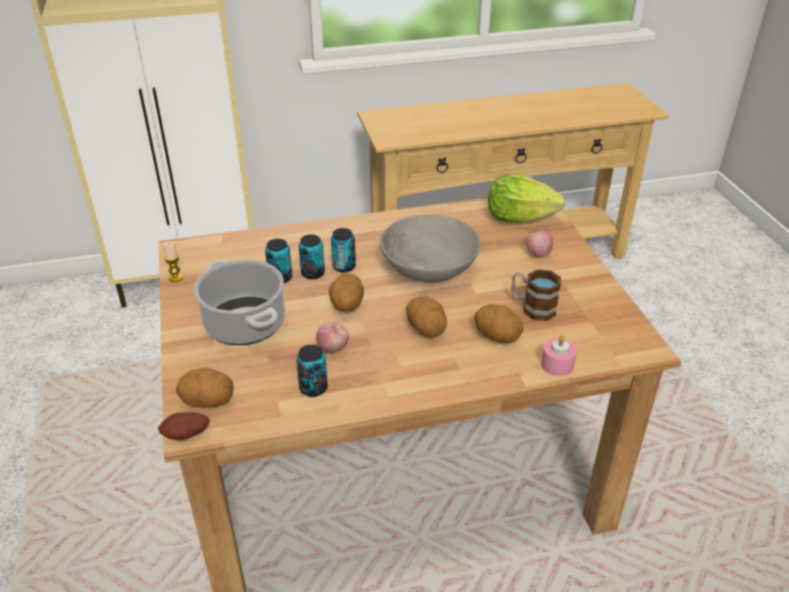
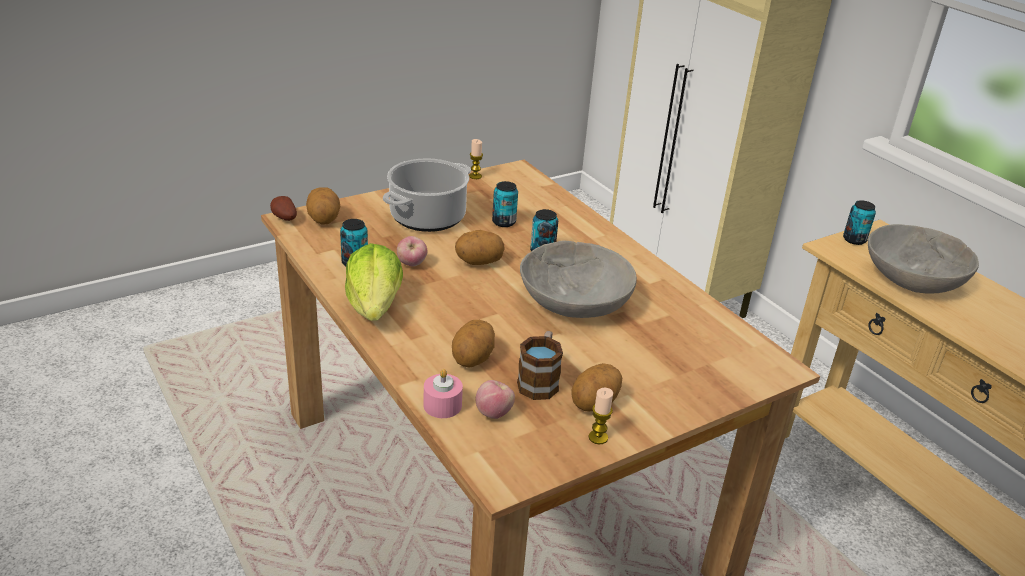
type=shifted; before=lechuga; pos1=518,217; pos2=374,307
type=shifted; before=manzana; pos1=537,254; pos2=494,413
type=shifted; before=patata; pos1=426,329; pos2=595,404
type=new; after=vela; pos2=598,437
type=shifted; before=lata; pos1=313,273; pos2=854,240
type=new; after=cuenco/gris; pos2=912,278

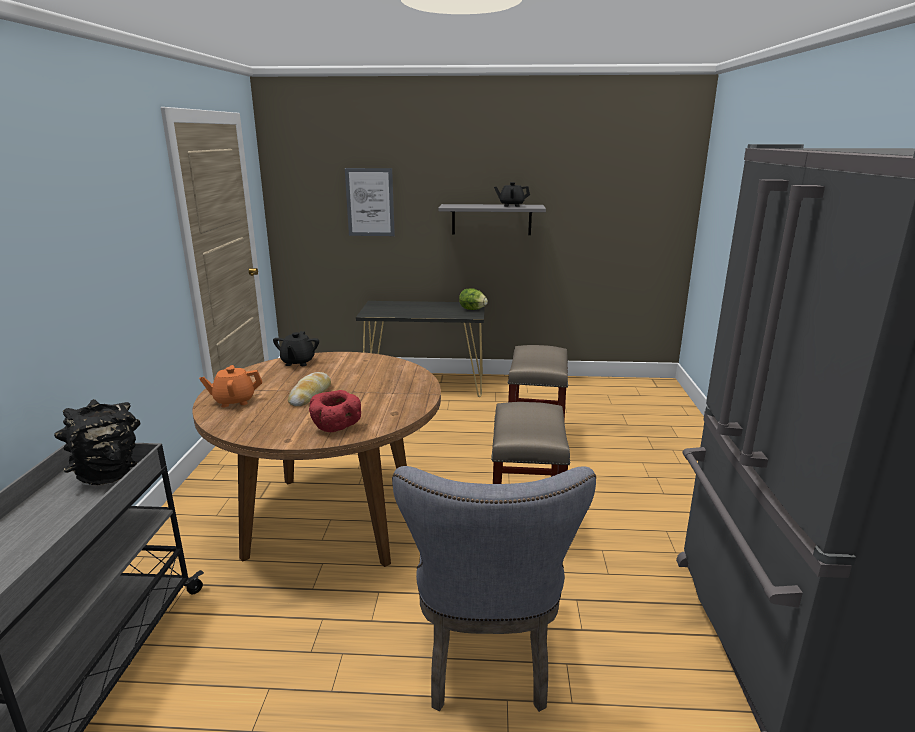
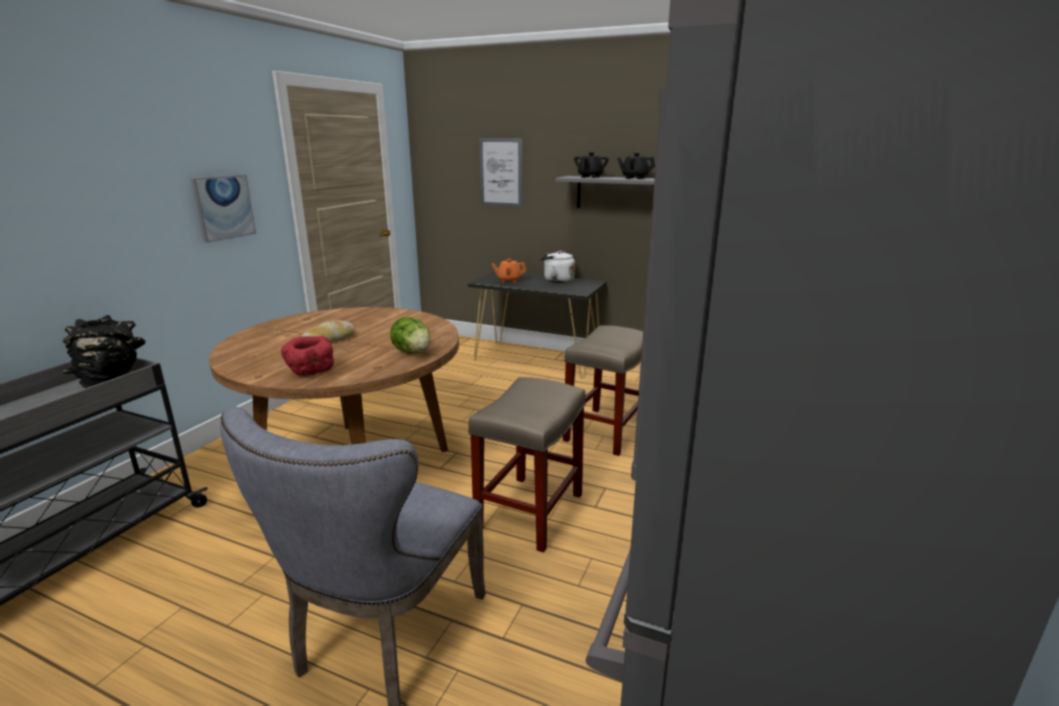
type=new; after=cuadro; pos2=223,207
type=shifted; before=lechuga; pos1=472,309; pos2=412,352
type=shifted; before=tetera/naranja; pos1=234,401; pos2=509,280
type=new; after=hervidor/blanco; pos2=556,280
type=shifted; before=tetera/negro; pos1=298,362; pos2=590,177

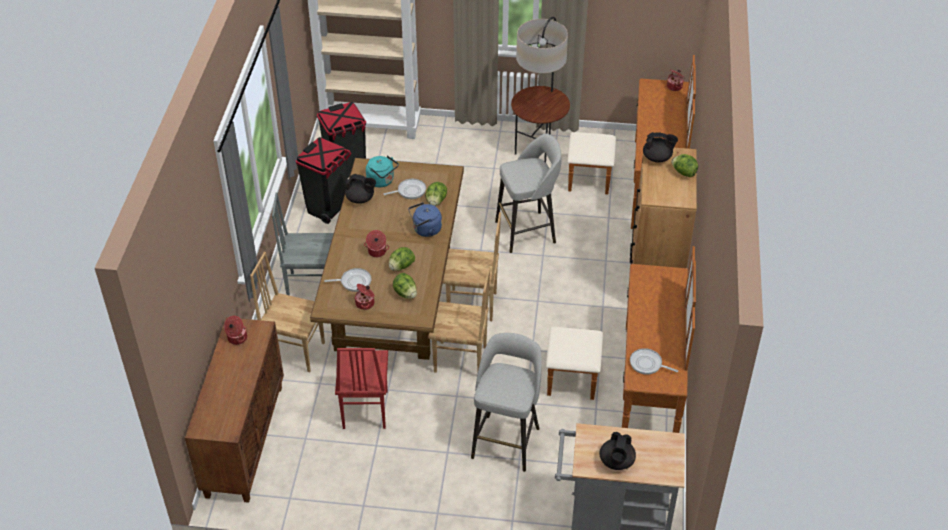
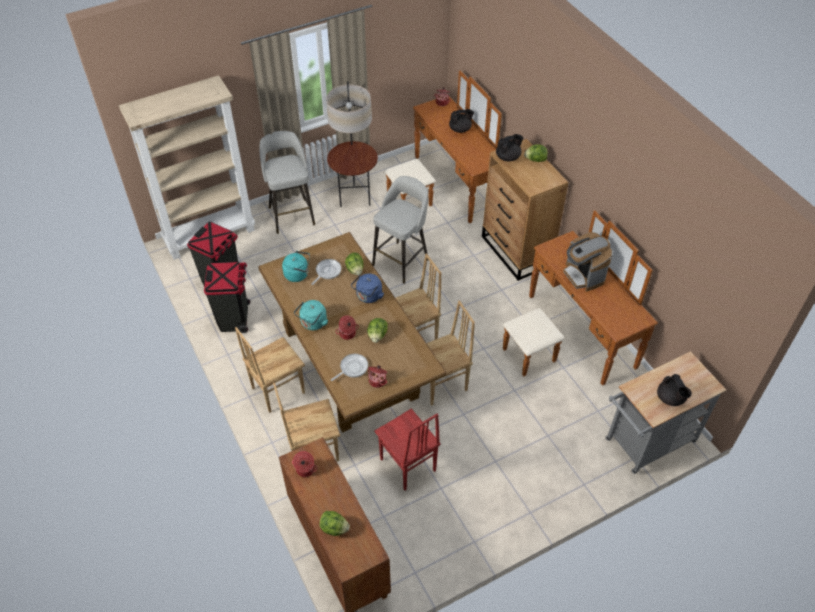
type=repainted; before=silla/gris; after=silla/marrón; pos1=311,286; pos2=277,390
type=shifted; before=taburete/gris; pos1=506,441; pos2=291,215
type=new; after=hervidor/turquesa; pos2=313,323
type=shifted; before=lechuga; pos1=405,293; pos2=334,528
type=shifted; before=tetera/negro; pos1=360,199; pos2=460,129
type=new; after=cafetera; pos2=583,275
type=gone; before=sartén; pos1=647,364

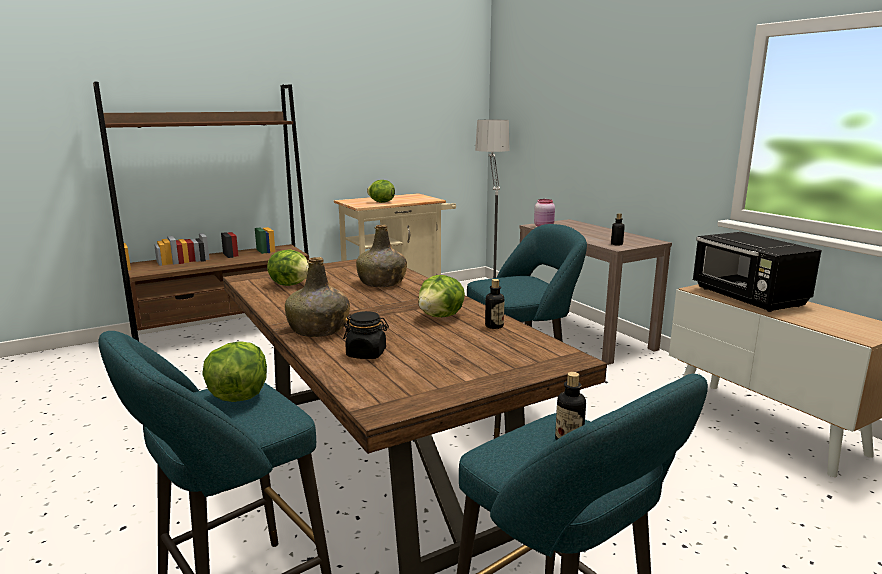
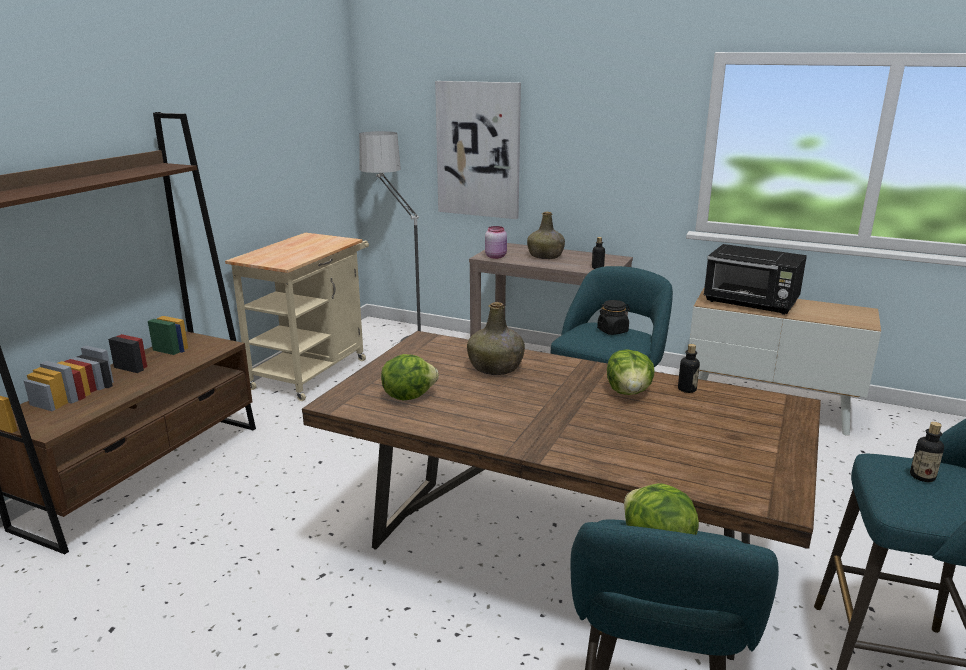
type=new; after=cuadro; pos2=478,150
type=shifted; before=botella/verde; pos1=319,330; pos2=546,256
type=shifted; before=tarro/negro; pos1=366,354; pos2=612,331
type=gone; before=lechuga; pos1=381,202

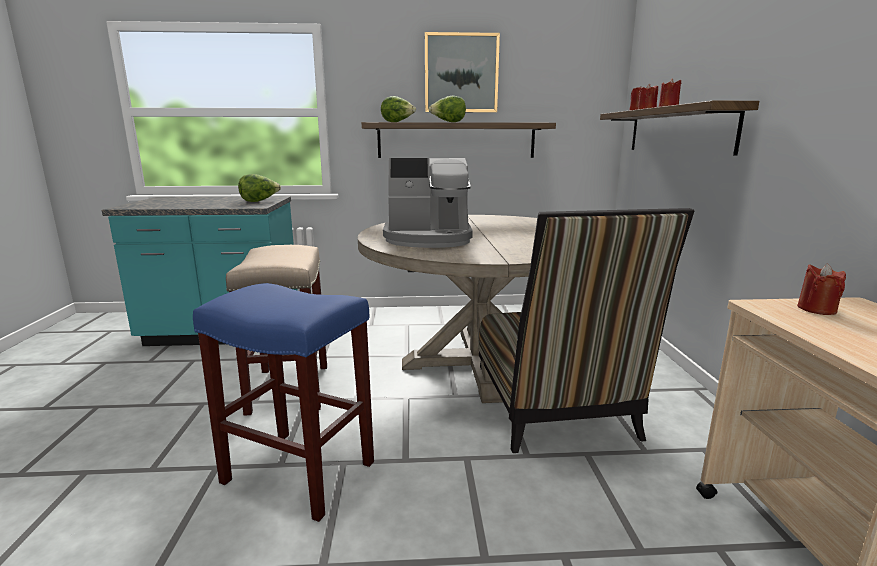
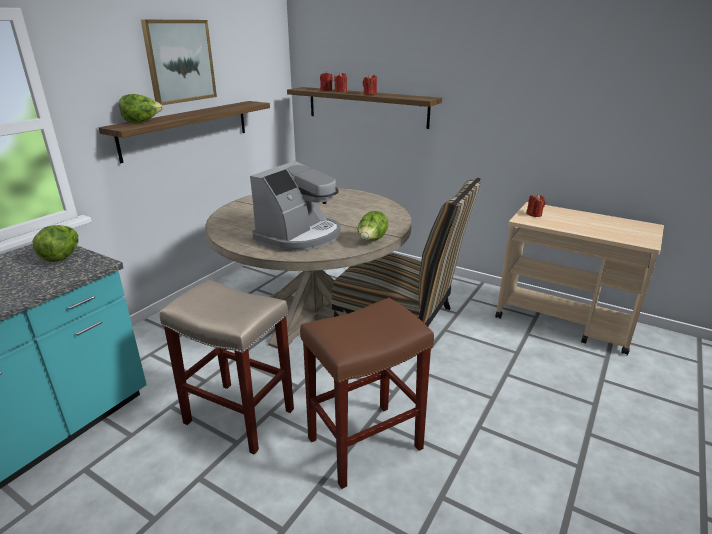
type=repainted; before=taburete/azul; after=taburete/marrón; pos1=301,472; pos2=365,442
type=shifted; before=lechuga; pos1=448,122; pos2=372,241

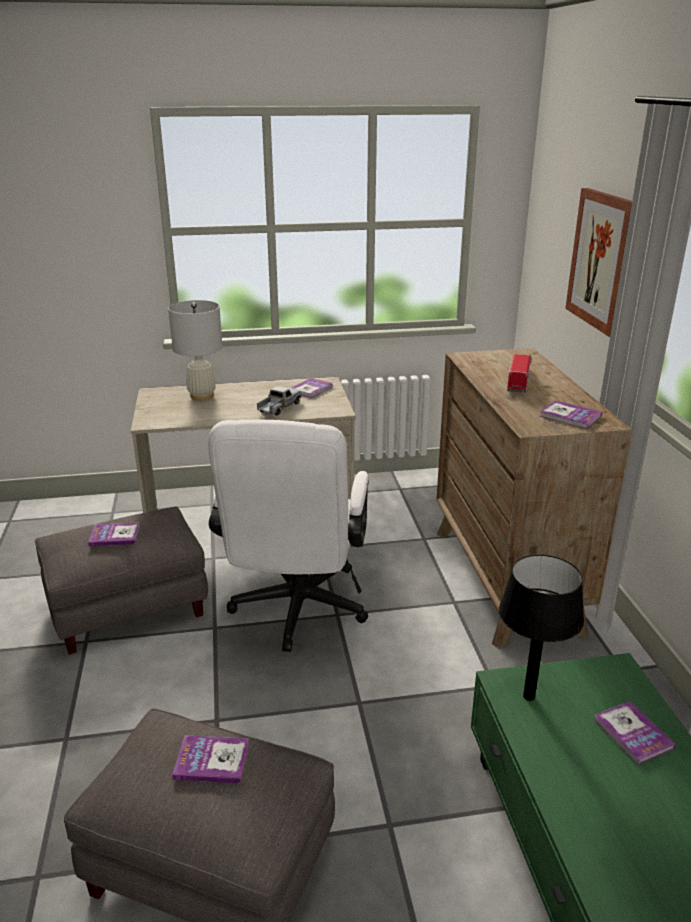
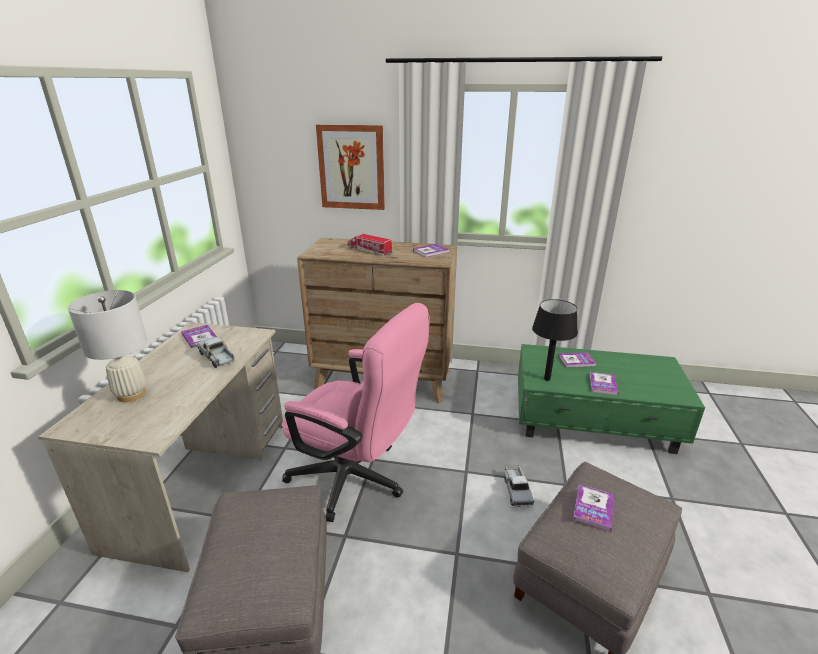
type=repainted; before=silla de oficina/blanco; after=silla de oficina/rosa; pos1=296,612; pos2=357,480
type=new; after=camión de juguete; pos2=516,490
type=shifted; before=libro; pos1=115,536; pos2=603,384

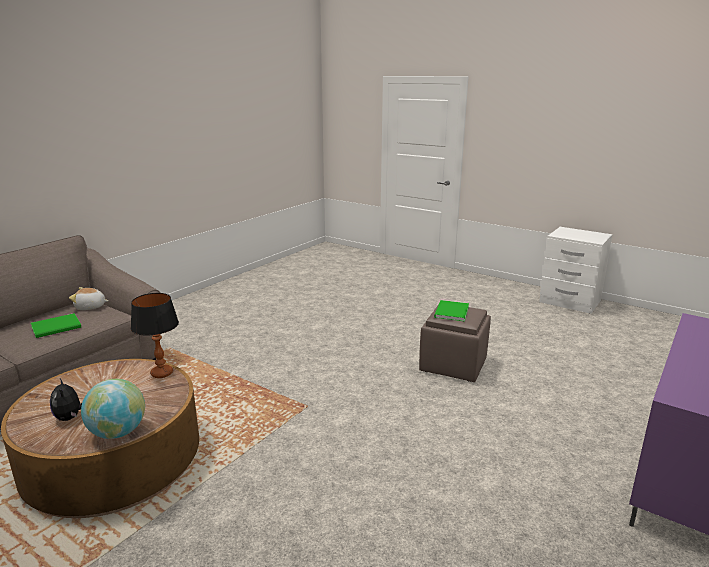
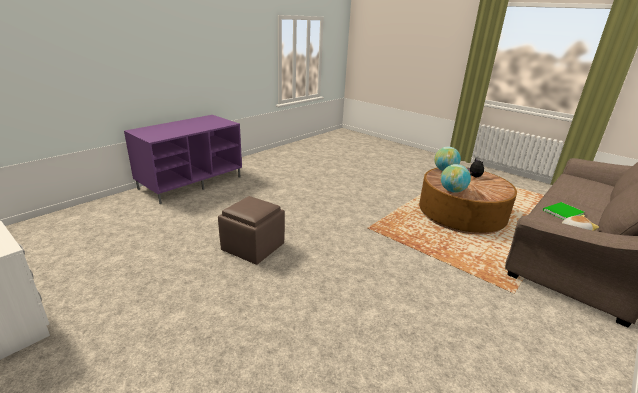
type=swapped; before=lámpara de mesa; after=globo terráqueo; pos1=162,373; pos2=452,191
type=gone; before=libro/verde; pos1=450,312

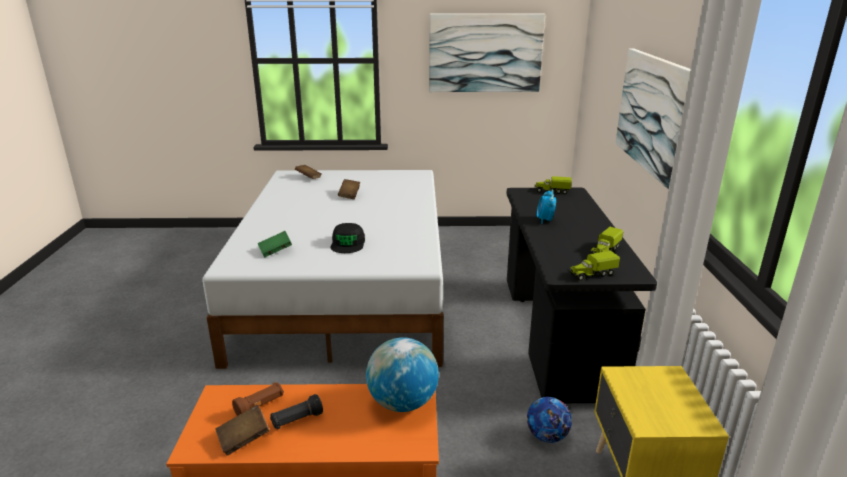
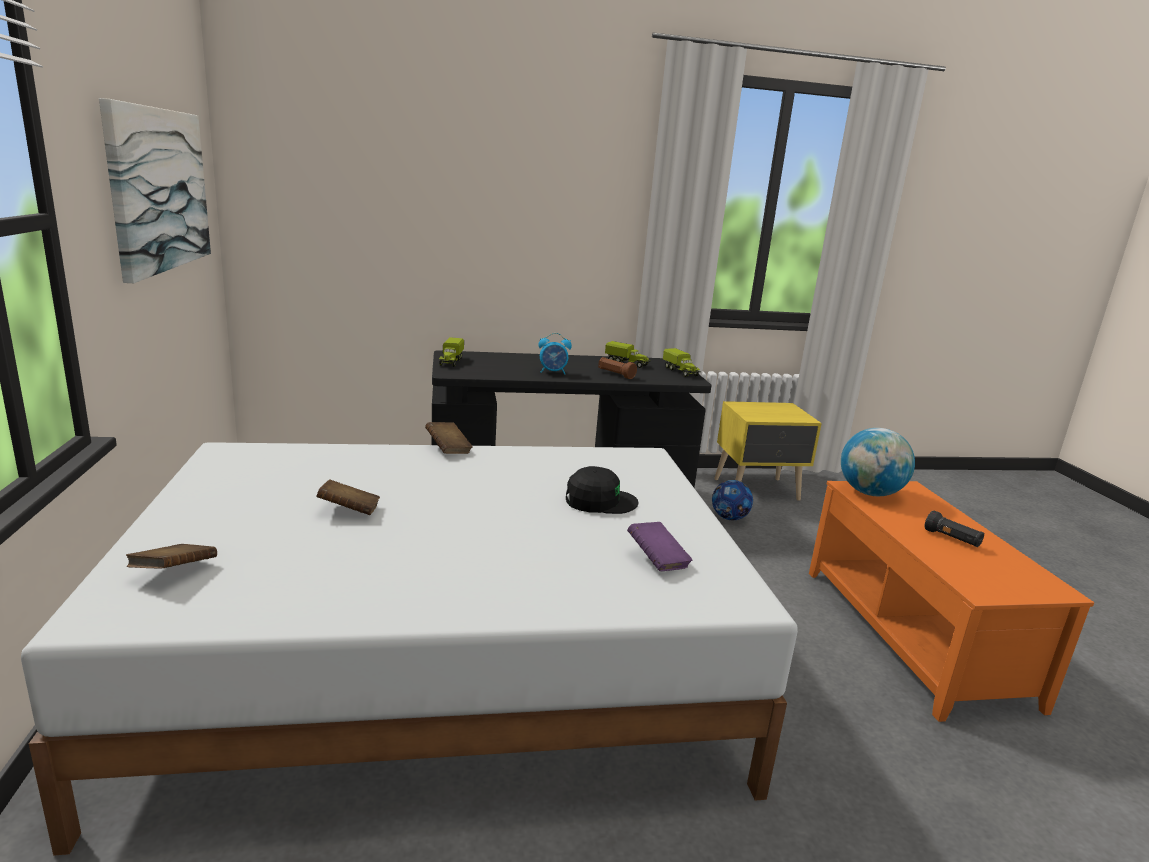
type=shifted; before=libro/marrón; pos1=243,439; pos2=448,449
type=shifted; before=linterna/marrón; pos1=260,406; pos2=615,374
type=repainted; before=libro/verde; after=libro/morado; pos1=275,251; pos2=657,560
type=gone; before=cuadro; pos1=653,113

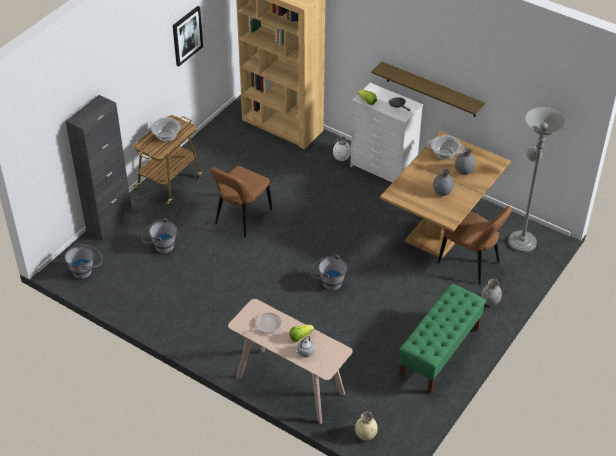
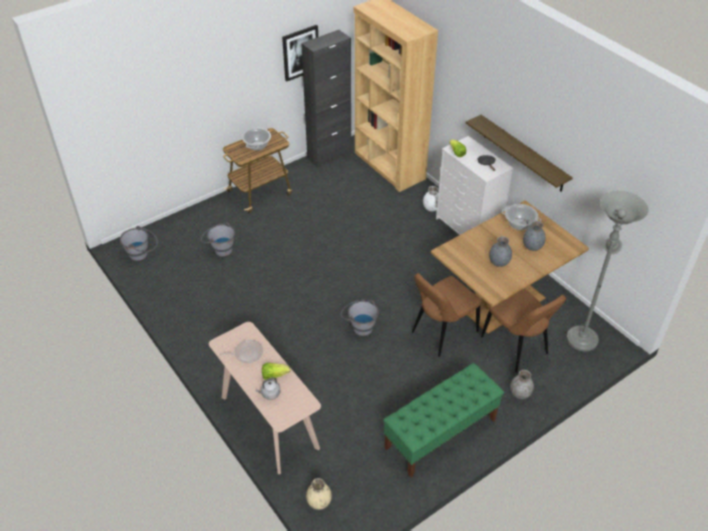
type=shifted; before=armario/negro; pos1=109,222; pos2=329,155
type=shifted; before=silla/marrón; pos1=241,218; pos2=442,333

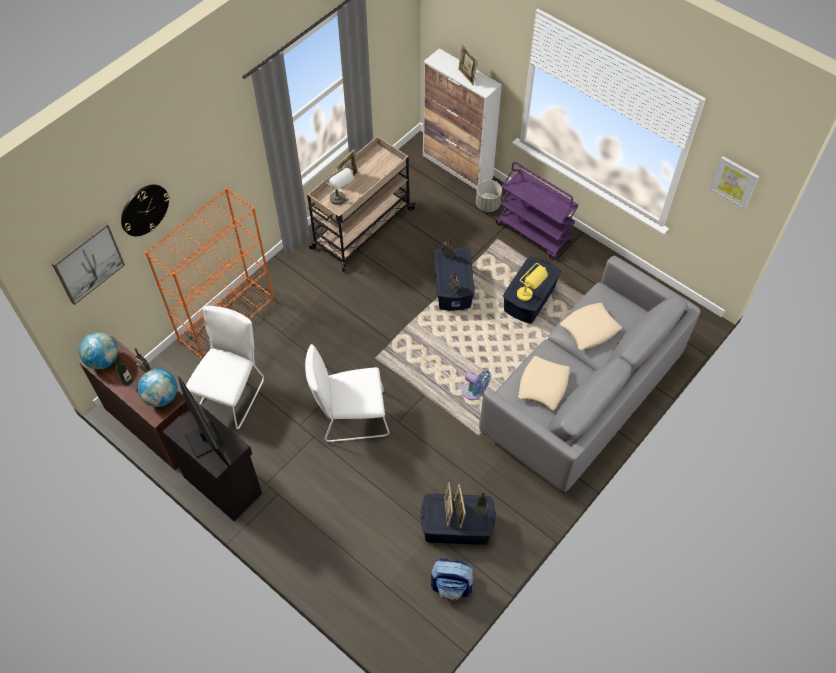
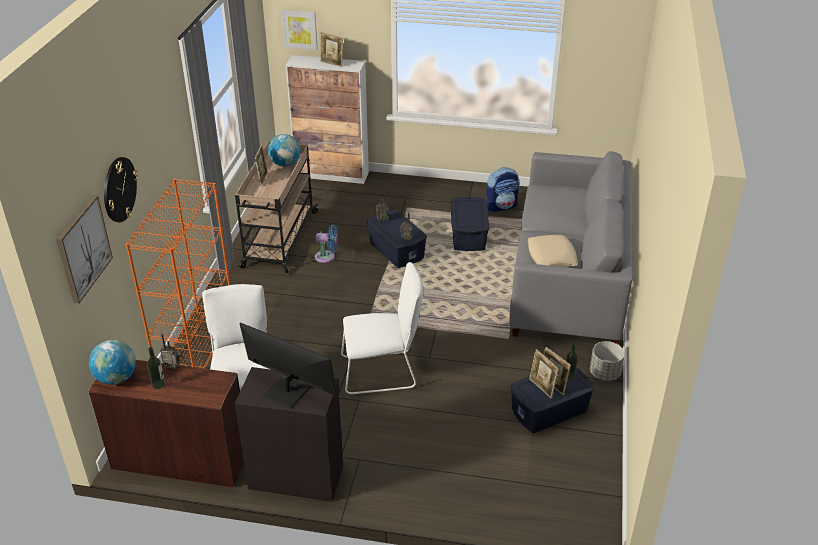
type=shifted; before=globo terráqueo; pos1=161,397; pos2=285,164
type=shifted; before=cuadro; pos1=734,182; pos2=300,29
type=shifted; before=ventilador/azul; pos1=474,392; pos2=327,257
type=rotated; before=silla/blanco; pos1=351,417; pos2=382,372; turn=-150
type=shifted; before=mochila; pos1=452,586; pos2=501,206
type=shifted; before=maceta/gris; pos1=487,205; pos2=605,373
type=gone; before=lámpara de mesa/gris; pos1=341,201
type=gone; before=carrito/morado; pos1=534,233
type=gone; before=lámpara de mesa/amarillo; pos1=529,297
type=gone; before=cojín/beis; pos1=589,329

